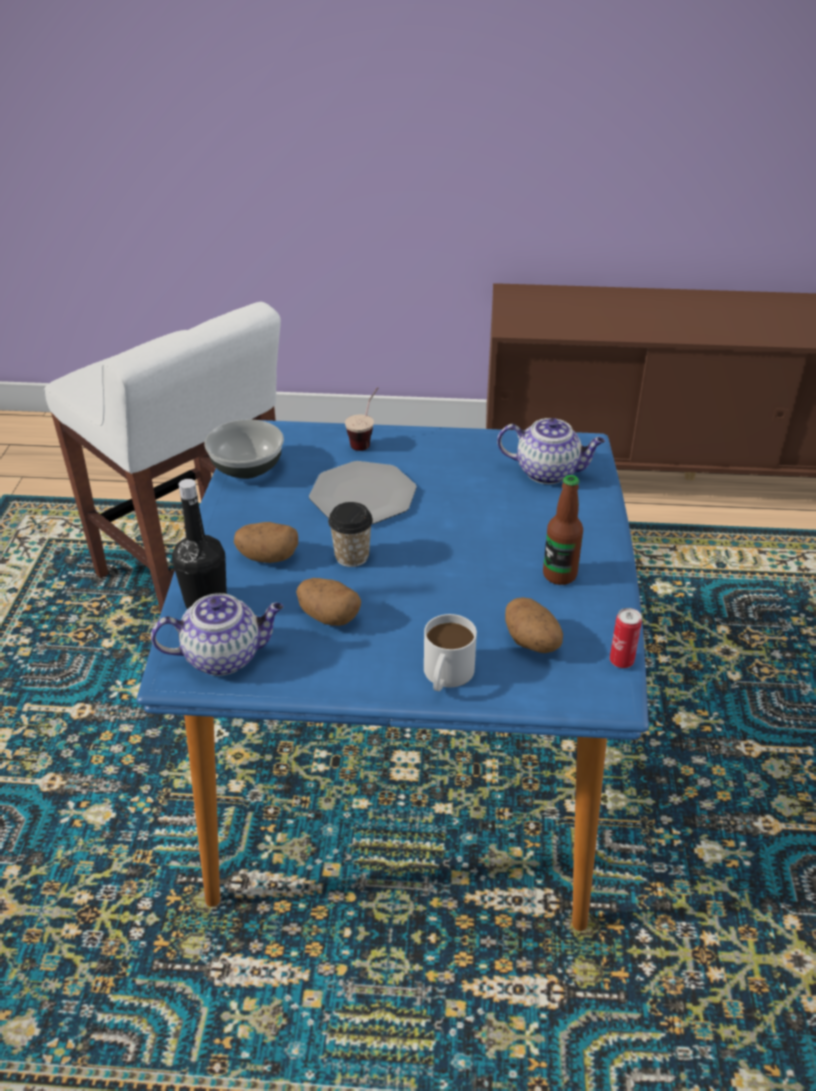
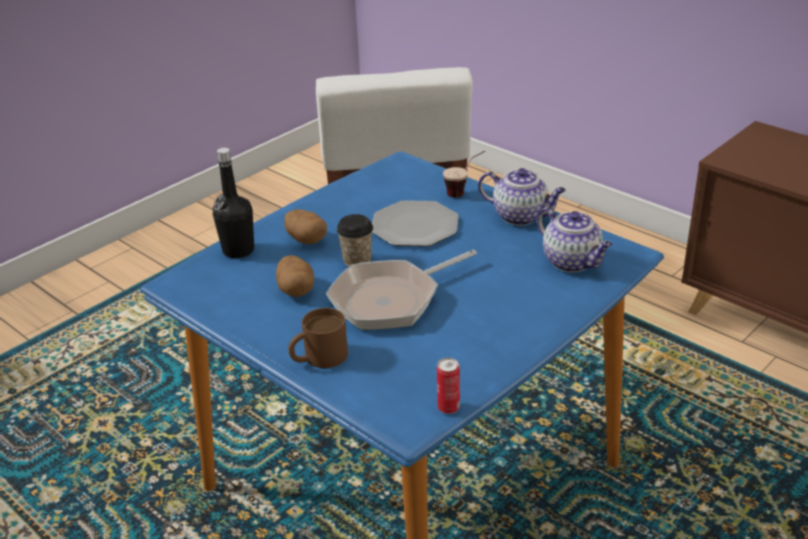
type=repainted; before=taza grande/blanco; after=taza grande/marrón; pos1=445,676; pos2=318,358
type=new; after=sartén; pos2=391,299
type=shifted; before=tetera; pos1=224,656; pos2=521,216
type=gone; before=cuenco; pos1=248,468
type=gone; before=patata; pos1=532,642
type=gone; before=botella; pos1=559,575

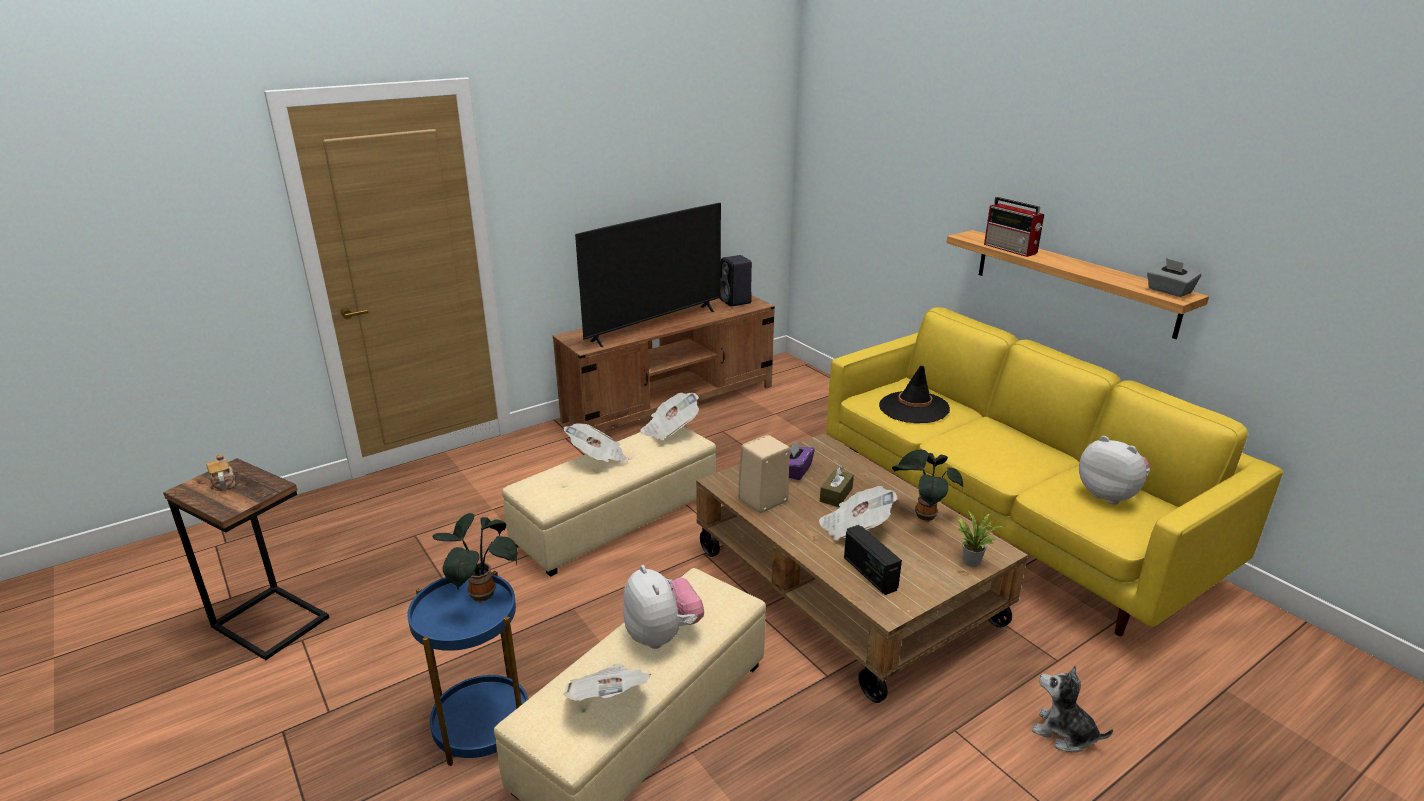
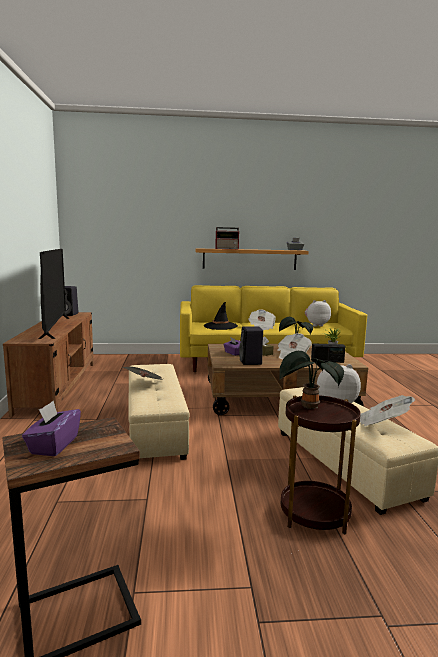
type=swapped; before=tetera; after=caja de pañuelos/morado; pos1=223,483; pos2=53,445
type=repainted; before=altavoz/beis; after=altavoz/negro; pos1=762,501; pos2=251,362
type=shifted; before=periódico; pos1=670,430; pos2=261,328
type=repainted; before=mesa auxiliar/azul; after=mesa auxiliar/marrón; pos1=482,726; pos2=314,513
type=gone; before=peluche; pos1=1063,733

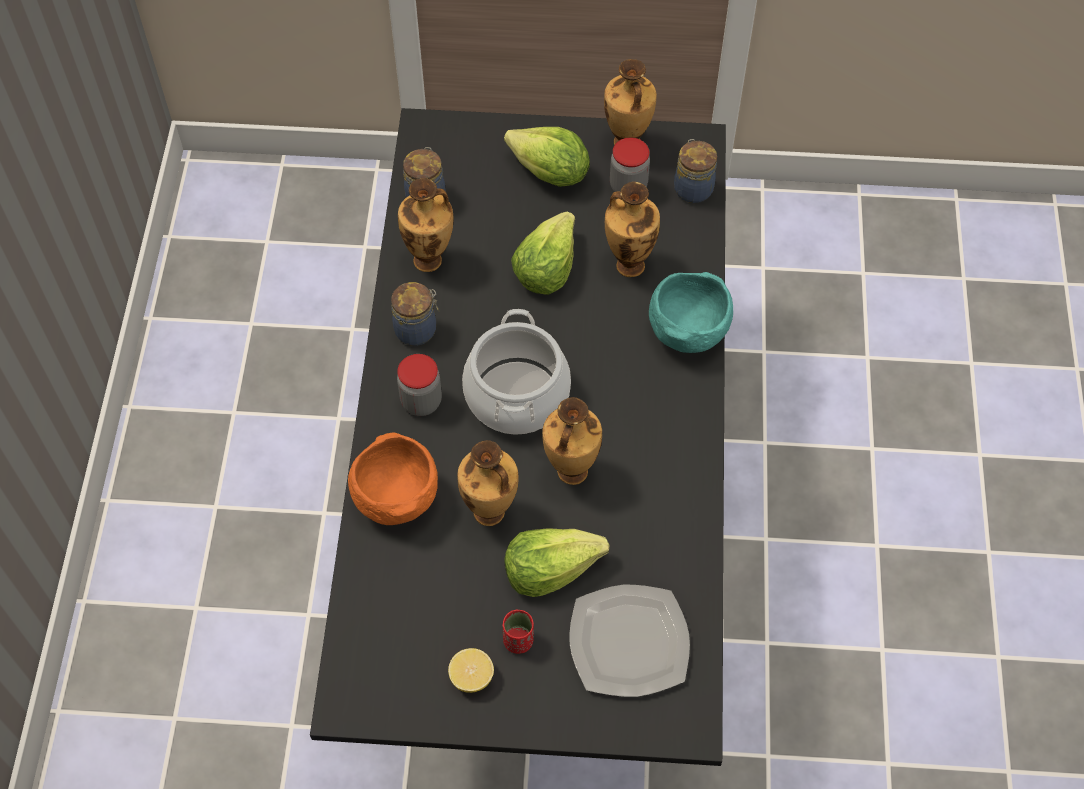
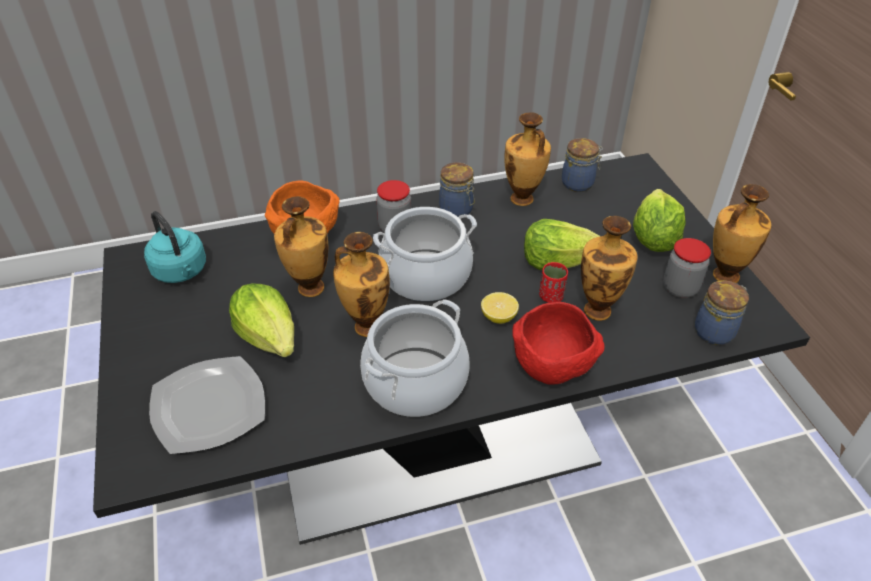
type=new; after=hervidor/turquesa; pos2=181,272
type=new; after=olla; pos2=415,381
type=shifted; before=limón; pos1=471,677; pos2=498,317
type=repainted; before=cuenco/turquesa; after=cuenco/rojo; pos1=688,331; pos2=553,367
type=shifted; before=taza/rojo; pos1=518,640; pos2=551,296

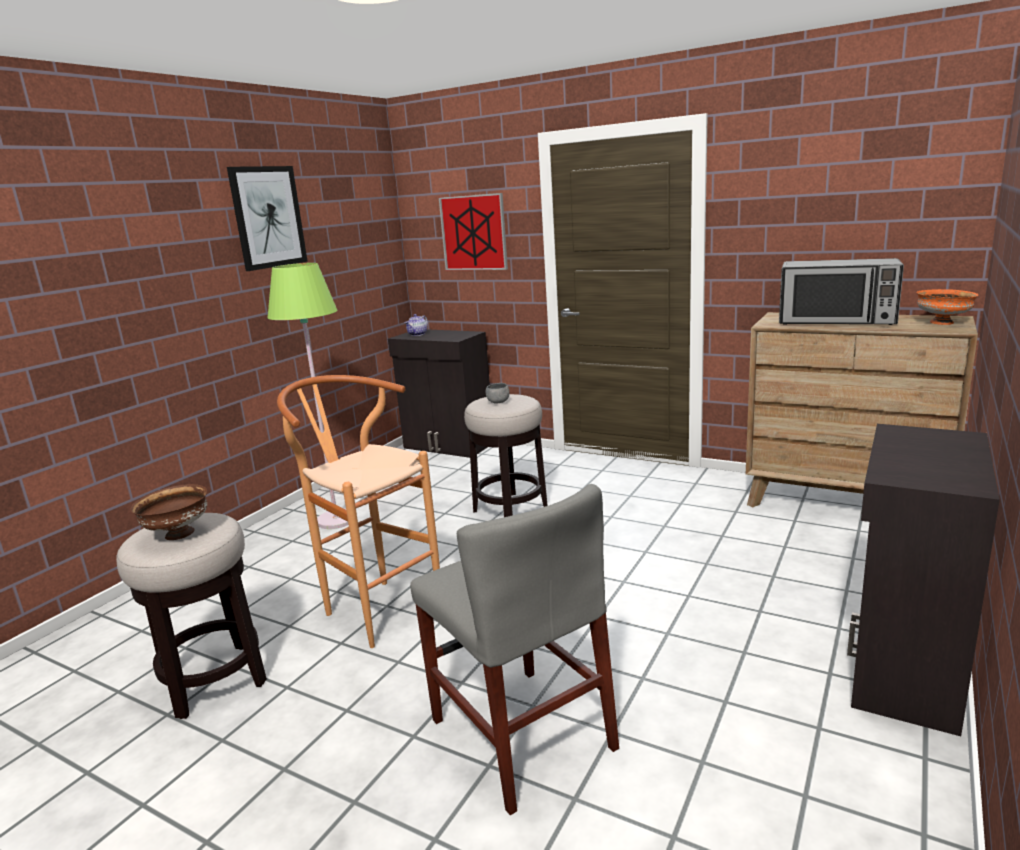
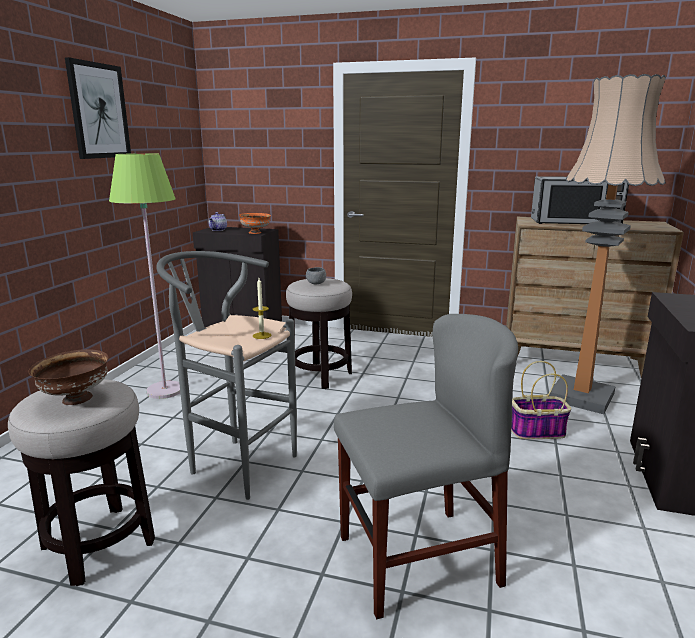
type=repainted; before=taburete/marrón; after=taburete/gris; pos1=375,607; pos2=235,463
type=shifted; before=cuenco/naranja; pos1=943,322; pos2=255,233
type=new; after=vela; pos2=262,335
type=rotated; before=silla/gris; pos1=521,734; pos2=417,560; turn=-60
type=new; after=cesta; pos2=536,432
type=new; after=lámpara de pie; pos2=581,397
type=gone; before=cuadro; pos1=473,233

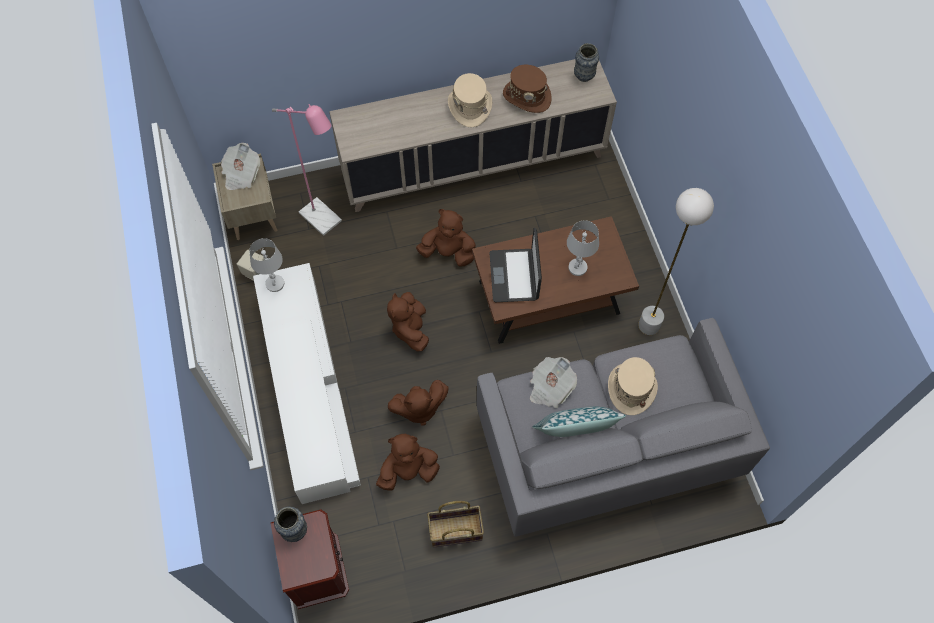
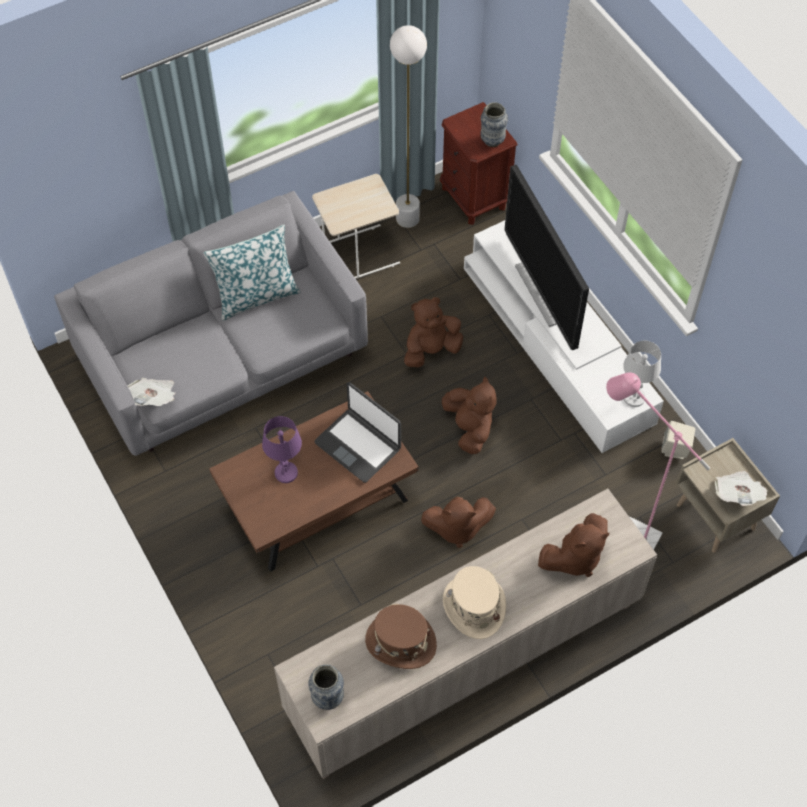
type=shifted; before=periódico; pos1=550,387; pos2=153,399
type=repainted; before=lámpara de mesa/blanco; after=lámpara de mesa/morado; pos1=577,267; pos2=286,473
type=swapped; before=cesta; after=mesa auxiliar/beis; pos1=455,531; pos2=358,254
type=rotated; before=portátil; pos1=514,276; pos2=358,445; turn=150
type=shifted; before=lámpara de pie/blanco; pos1=649,325; pos2=408,218
type=new; after=televisor; pos2=543,292
type=shifted; before=peluche/marrón; pos1=408,471; pos2=574,558
type=gone; before=sombrero/beis; pos1=630,389

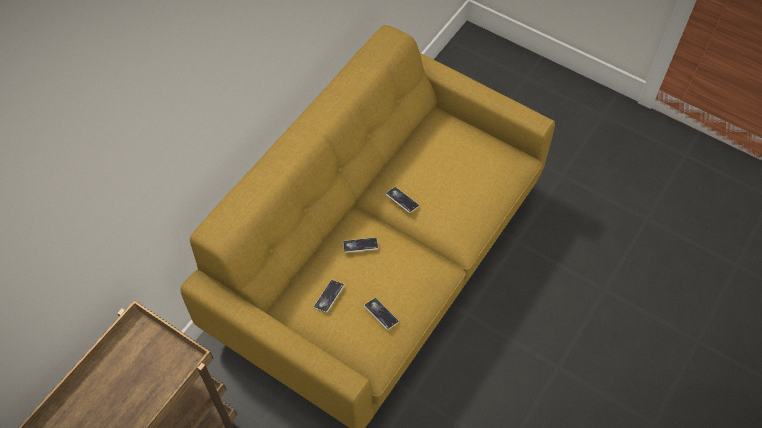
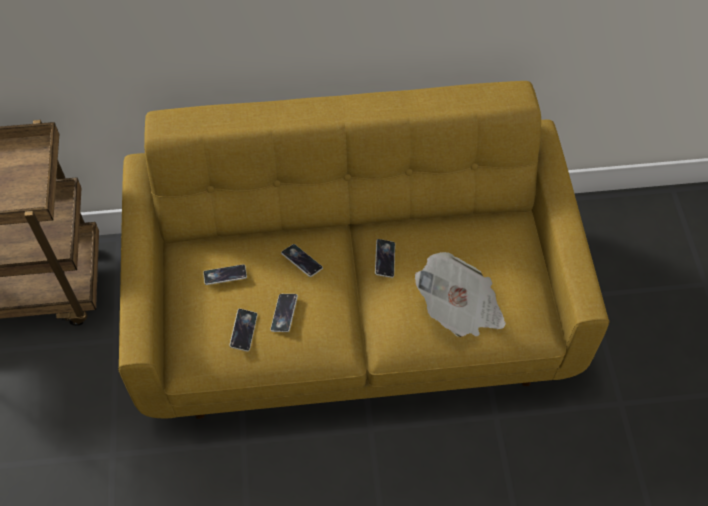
type=new; after=móvil; pos2=284,314
type=new; after=periódico; pos2=459,309

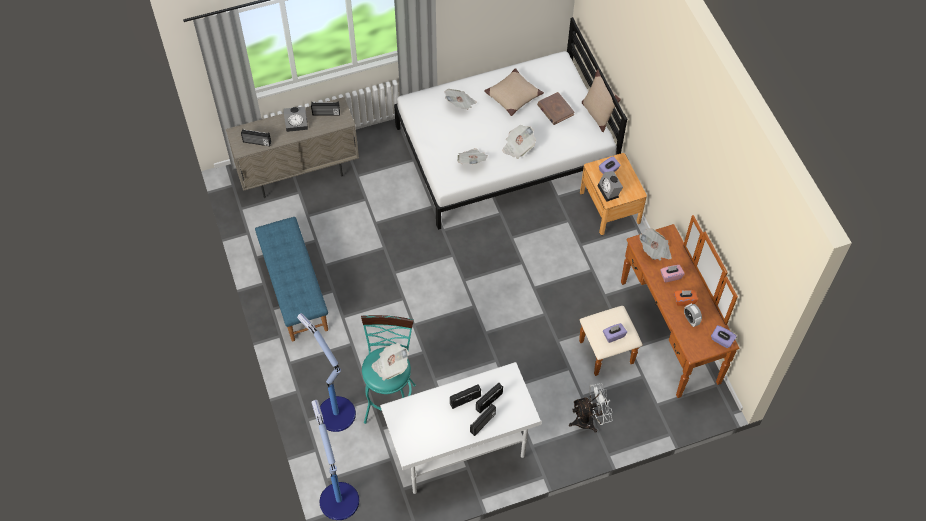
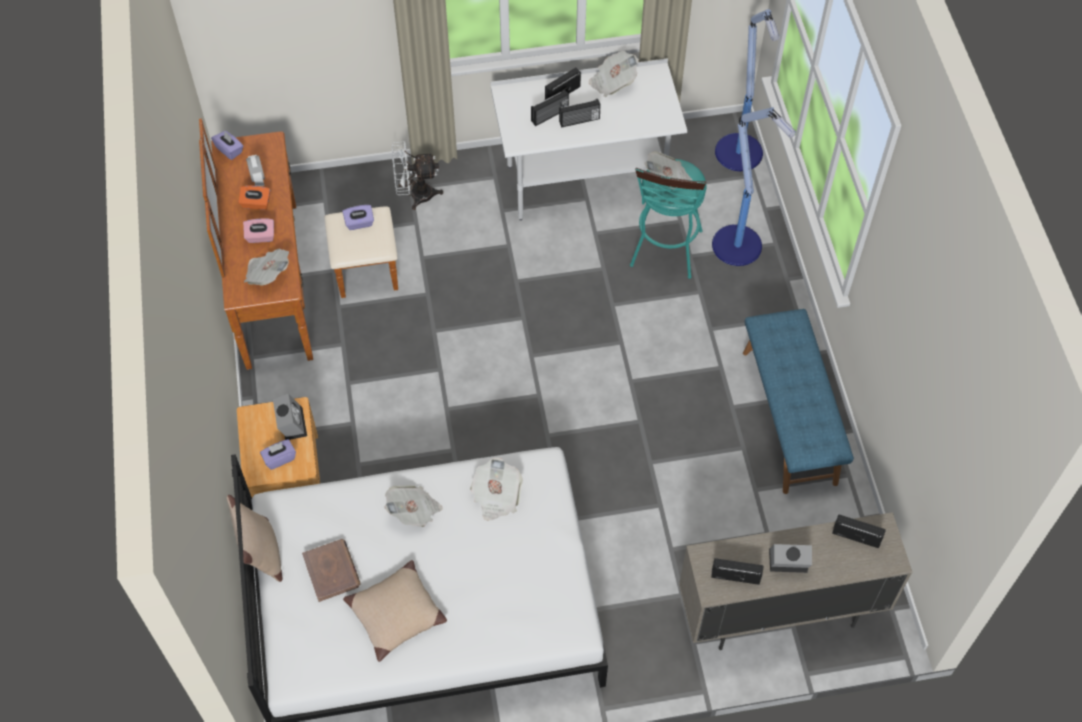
type=shifted; before=periódico; pos1=460,104; pos2=612,82

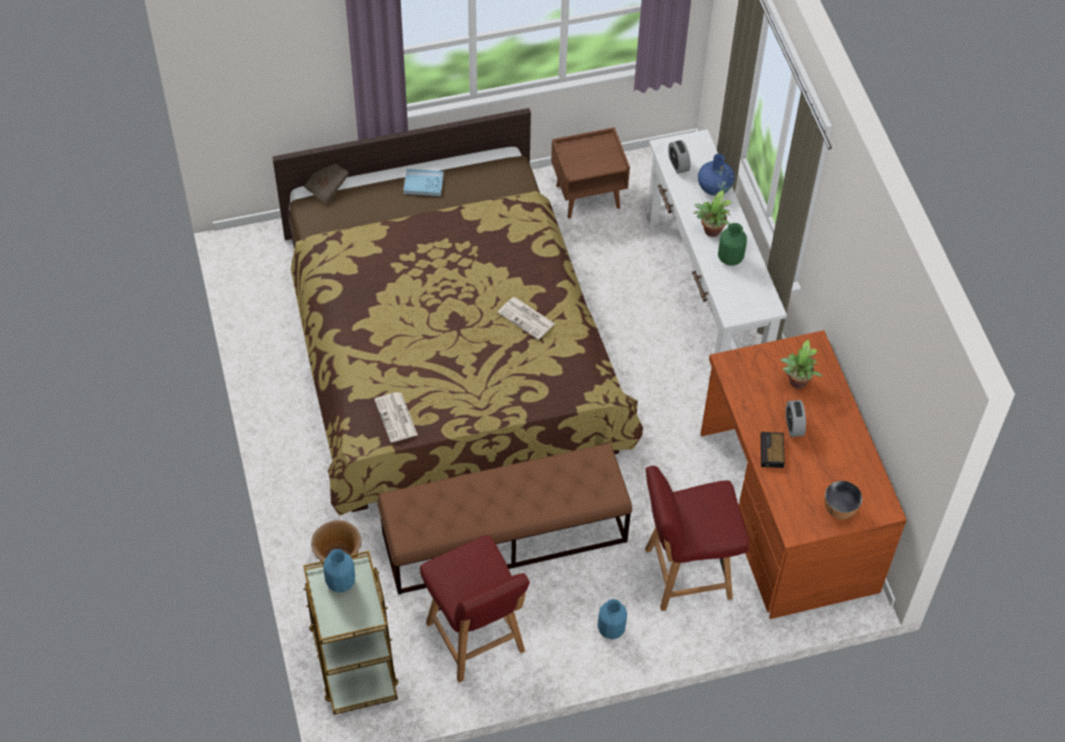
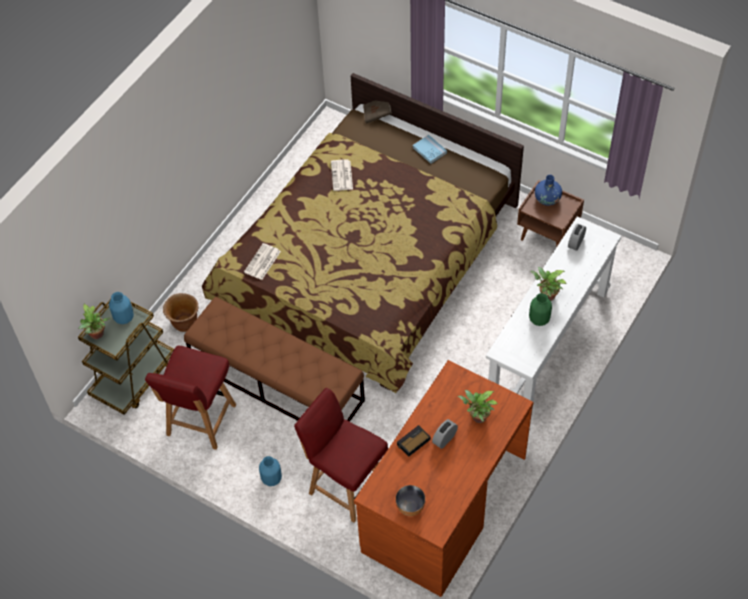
type=new; after=planta en maceta; pos2=97,335
type=shifted; before=periódico; pos1=527,318; pos2=342,176
type=shifted; before=florero/azul; pos1=714,187; pos2=547,199

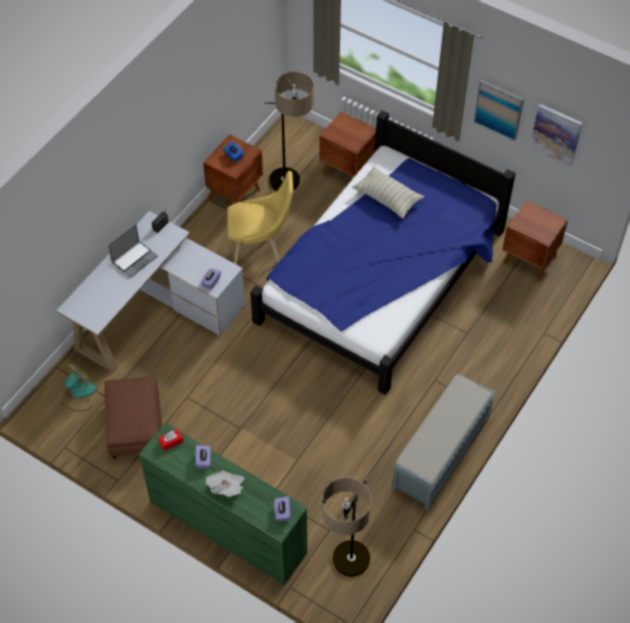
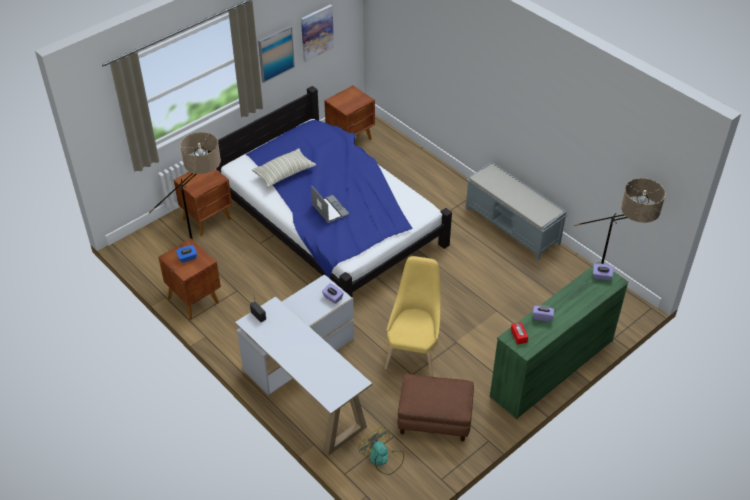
type=shifted; before=portátil; pos1=134,259; pos2=329,210
type=shifted; before=silla/amarillo; pos1=260,248; pos2=413,351
type=gone; before=periódico; pos1=227,487

